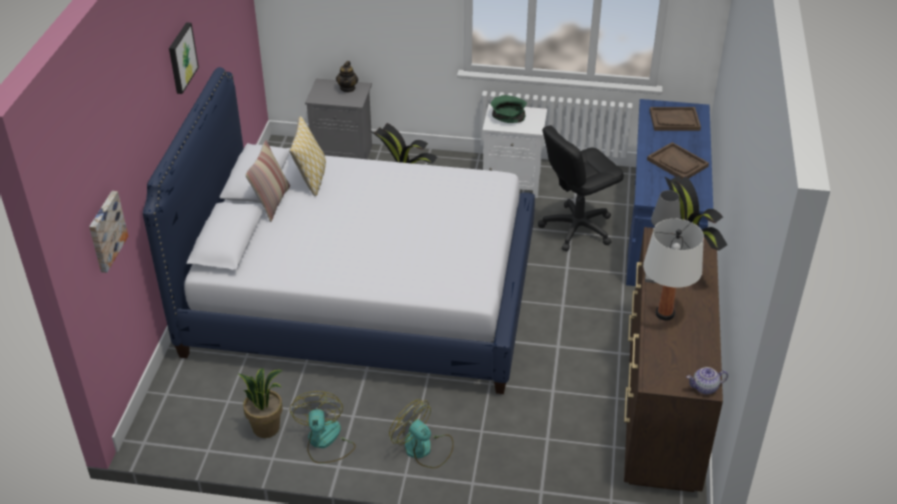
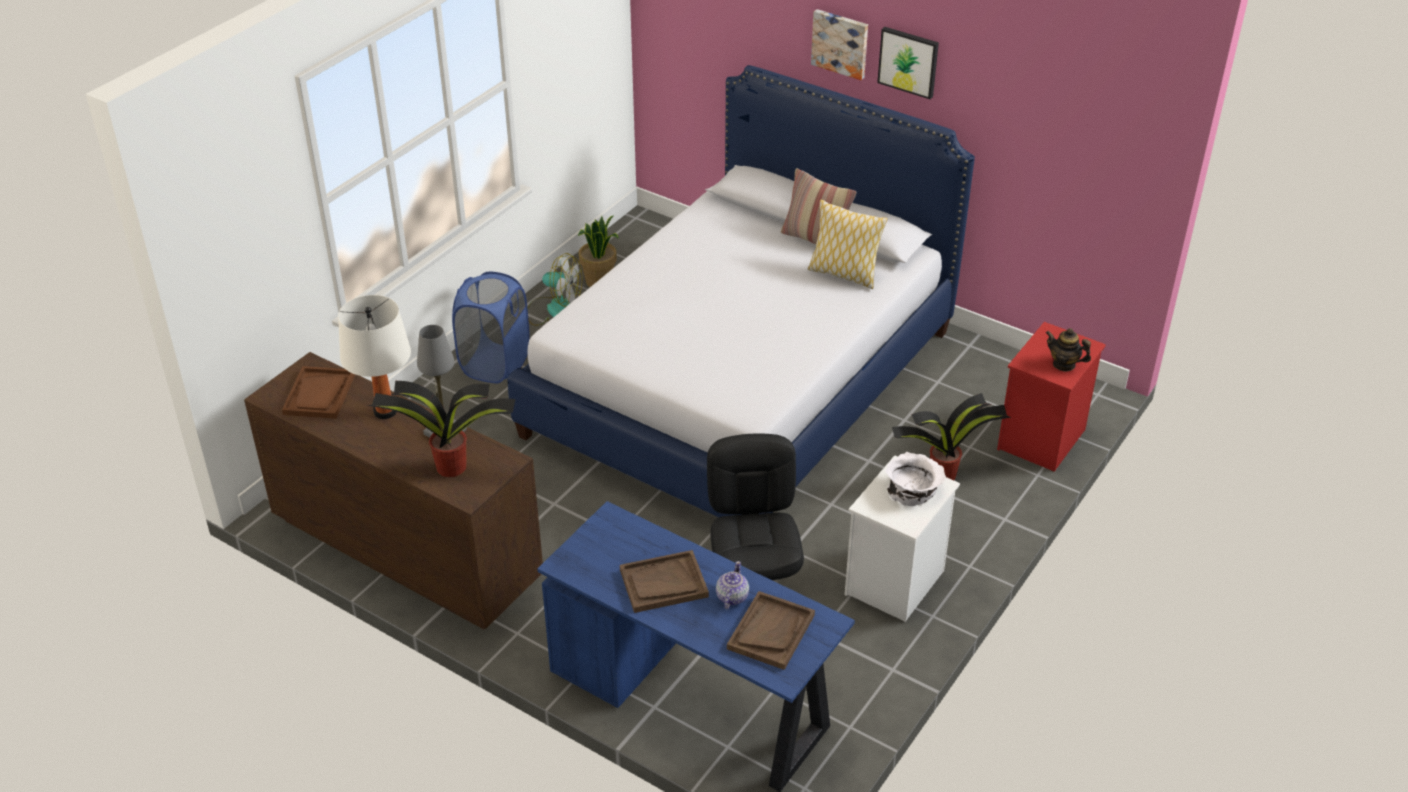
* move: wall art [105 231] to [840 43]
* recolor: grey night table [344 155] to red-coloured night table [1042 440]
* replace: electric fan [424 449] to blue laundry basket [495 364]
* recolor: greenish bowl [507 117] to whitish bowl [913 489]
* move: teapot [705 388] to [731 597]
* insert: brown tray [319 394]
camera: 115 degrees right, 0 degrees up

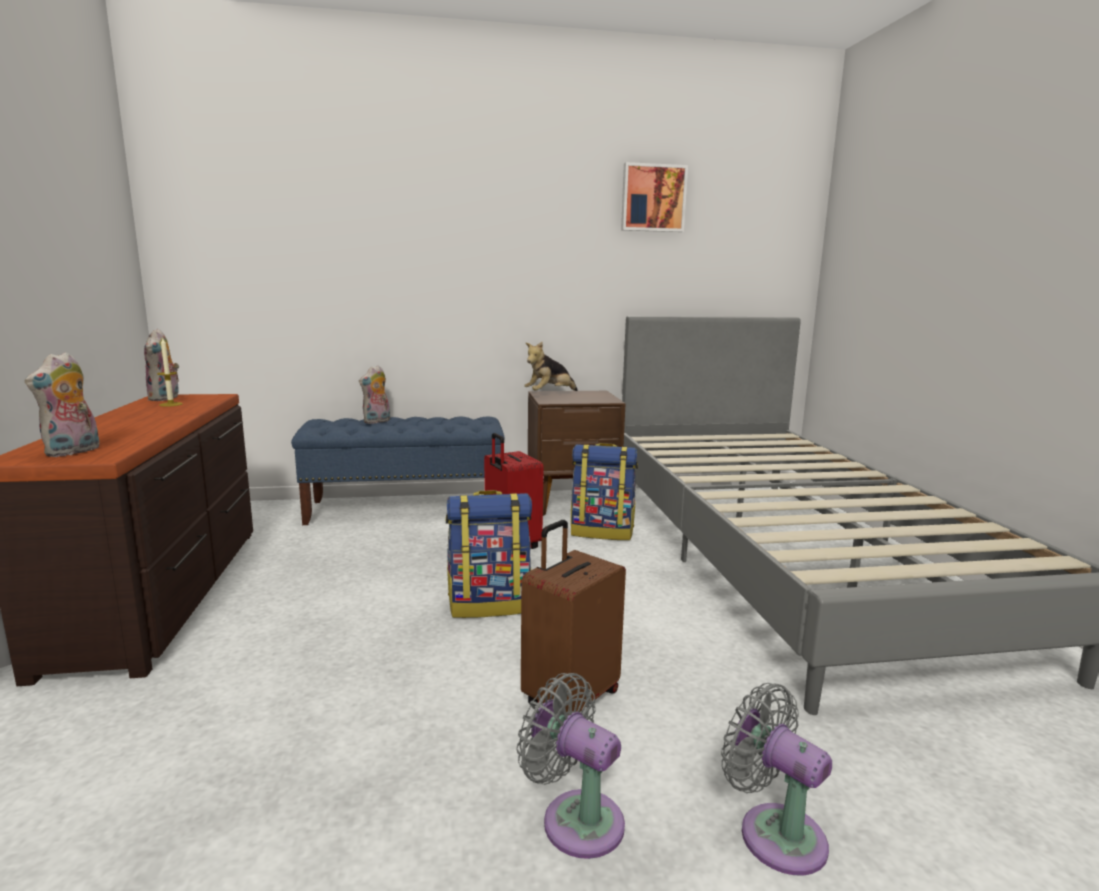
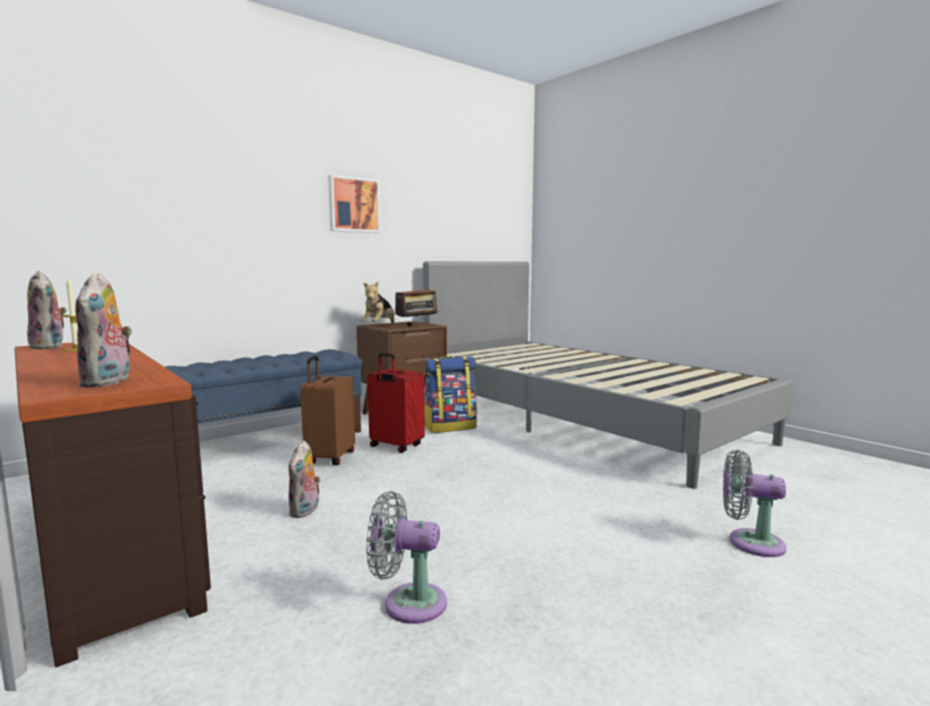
* move: plush toy [377 421] to [305 511]
* delete: rucksack [490 604]
* move: grey electric fan [576 819] to [408 603]
* move: brown piece of luggage [569 698] to [329 458]
* move: wall art [653 198] to [353 205]
* insert: radio [417 326]
camera: 30 degrees left, 5 degrees down

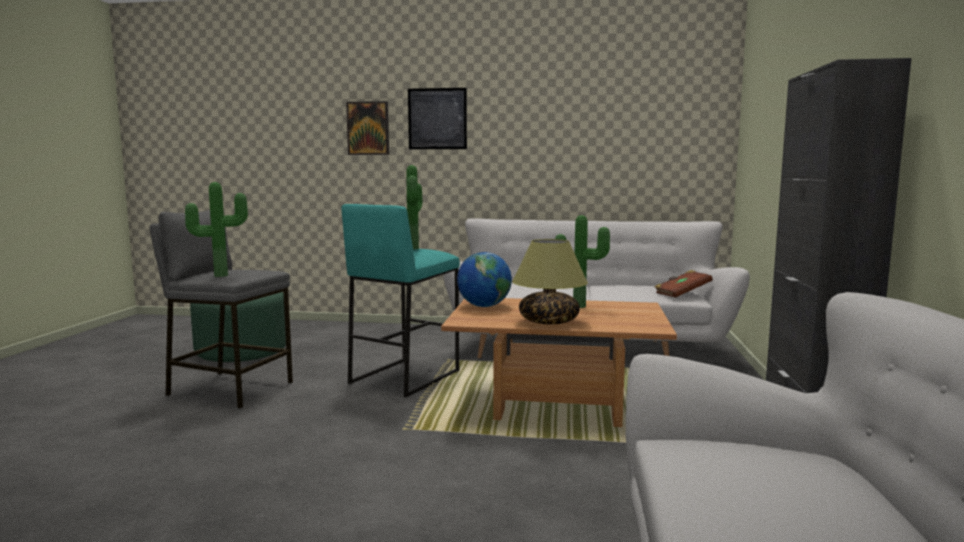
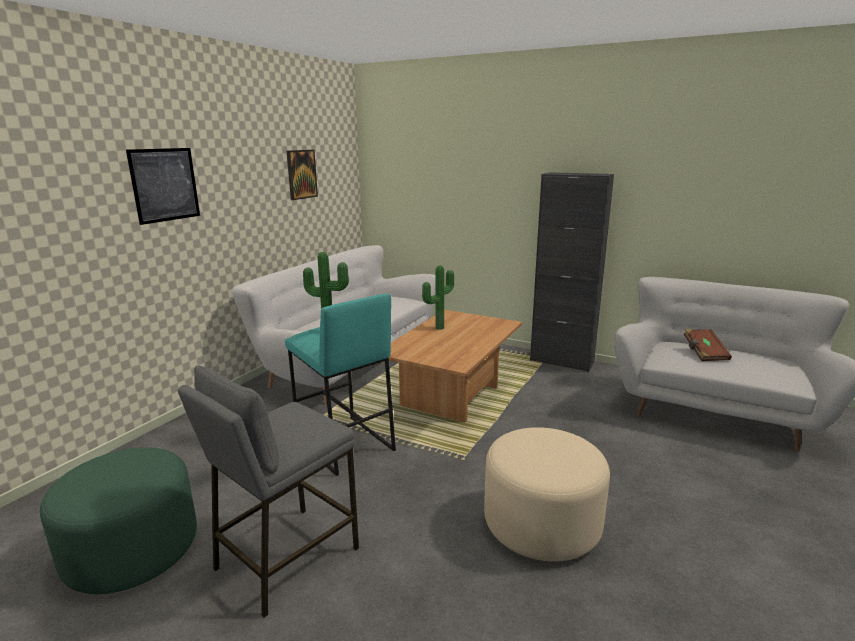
* delete: houseplant [220 275]
* move: wall art [368 128] to [301 174]
* delete: world globe [484 306]
* delete: tabletop lamp [549 321]
* move: brown volume [682 294] to [704 353]
* insert: beige-coloured footrest [542 523]
camera: 70 degrees left, 10 degrees up

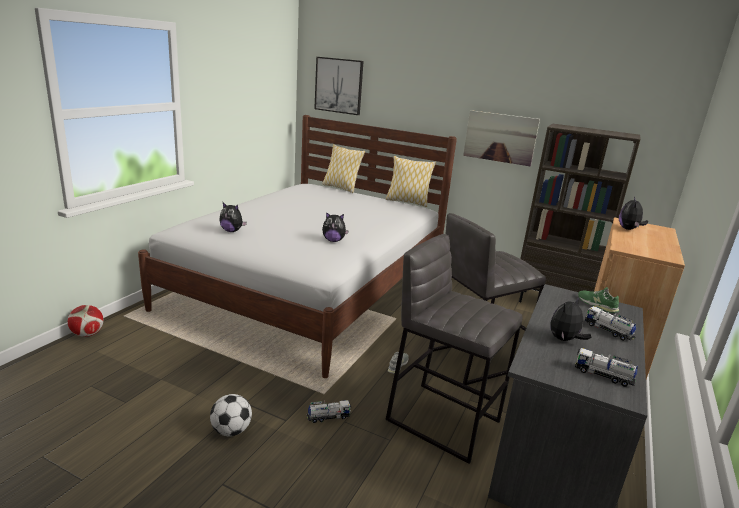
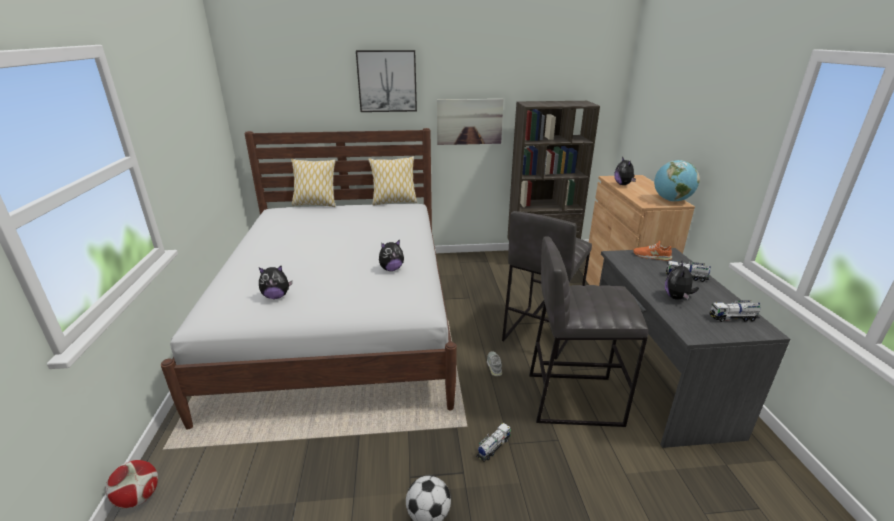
* move: wall art [339 85] to [387 81]
* recolor: greenish item of footwear [597 304] to orange item of footwear [651 256]
* insert: world globe [671 200]
camera: 30 degrees left, 5 degrees up

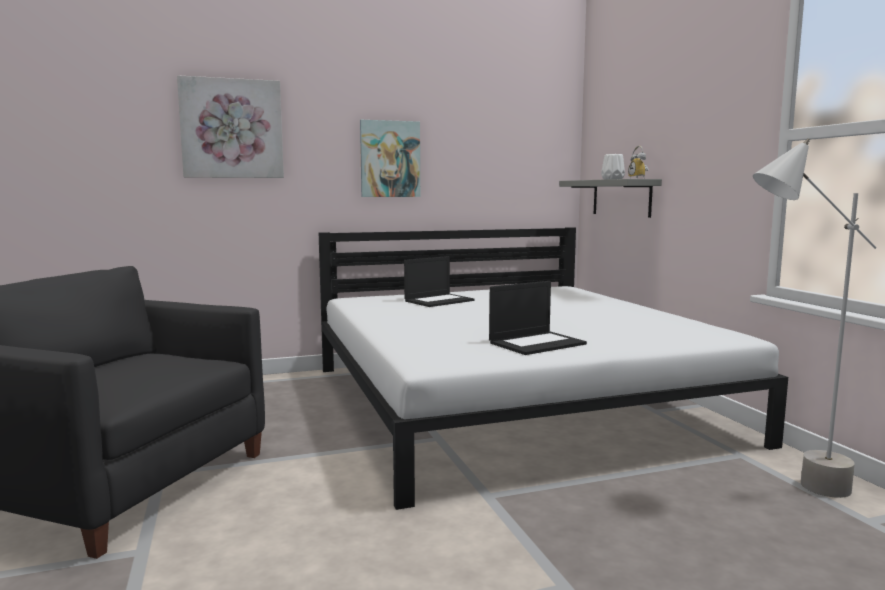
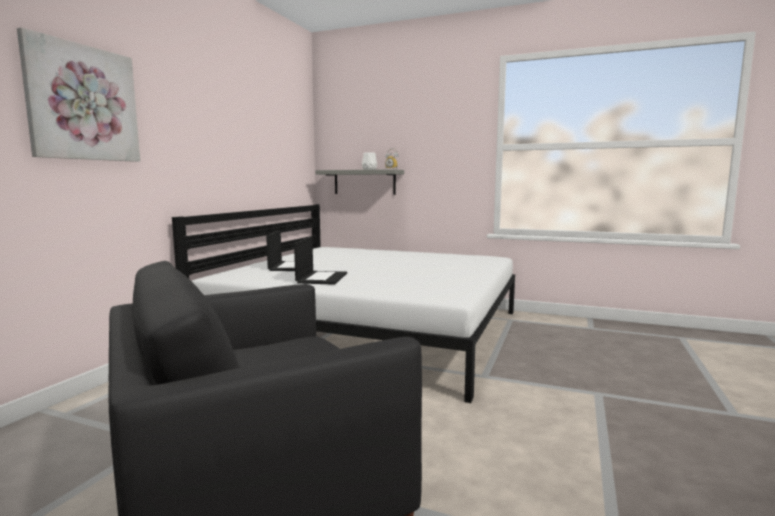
* delete: wall art [390 159]
* move: portable computer [537 343] to [321 278]
* delete: grey standing lamp [791 489]
camera: 50 degrees left, 0 degrees up

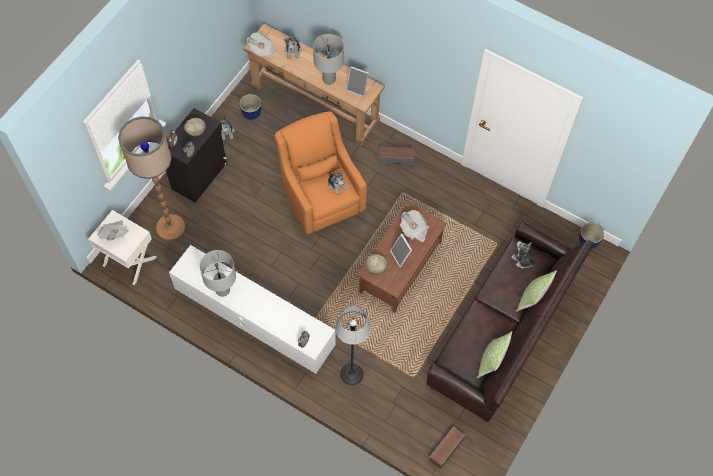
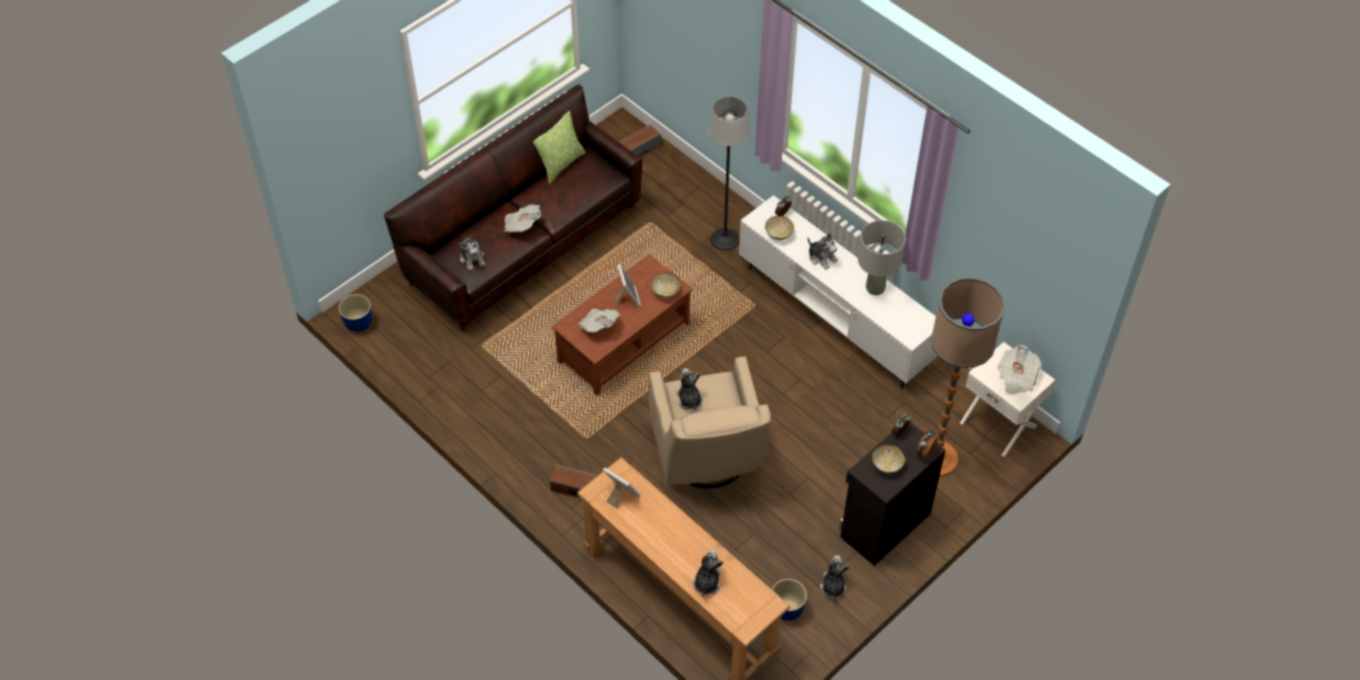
* move: printed paper [263 50] to [522 225]
* recolor: orange lounge chair [321 196] to beige-coloured lounge chair [708 457]
* delete: grey tabletop lamp [329 79]
* delete: throw pillow [532 298]
* insert: bowl [779 234]
* insert: plush toy [822 257]
camera: 165 degrees left, 10 degrees down

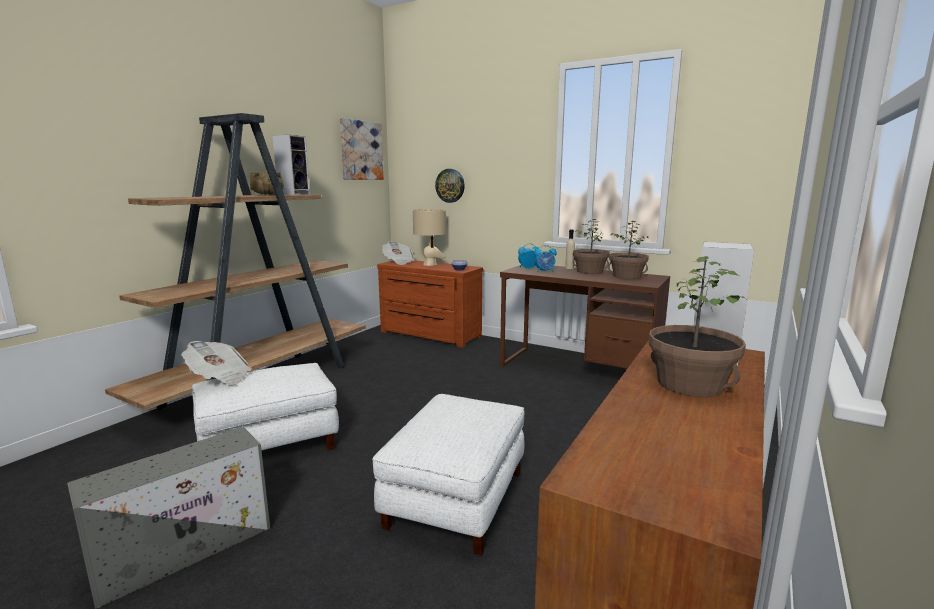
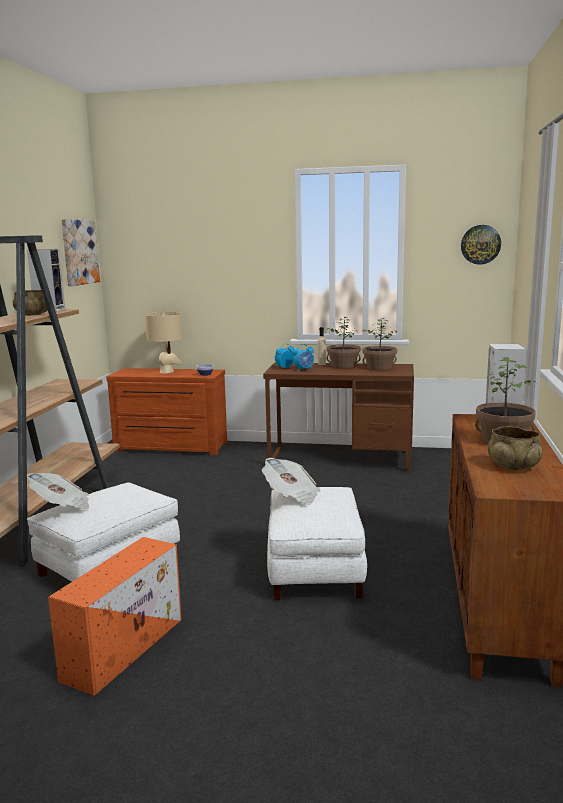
* recolor: grey storage box [187 549] to orange storage box [125 647]
* move: printed paper [398 262] to [291 495]
* move: hanging clock [450 185] to [480 244]
* insert: beige-coloured bowl [513 466]
camera: 20 degrees left, 0 degrees up

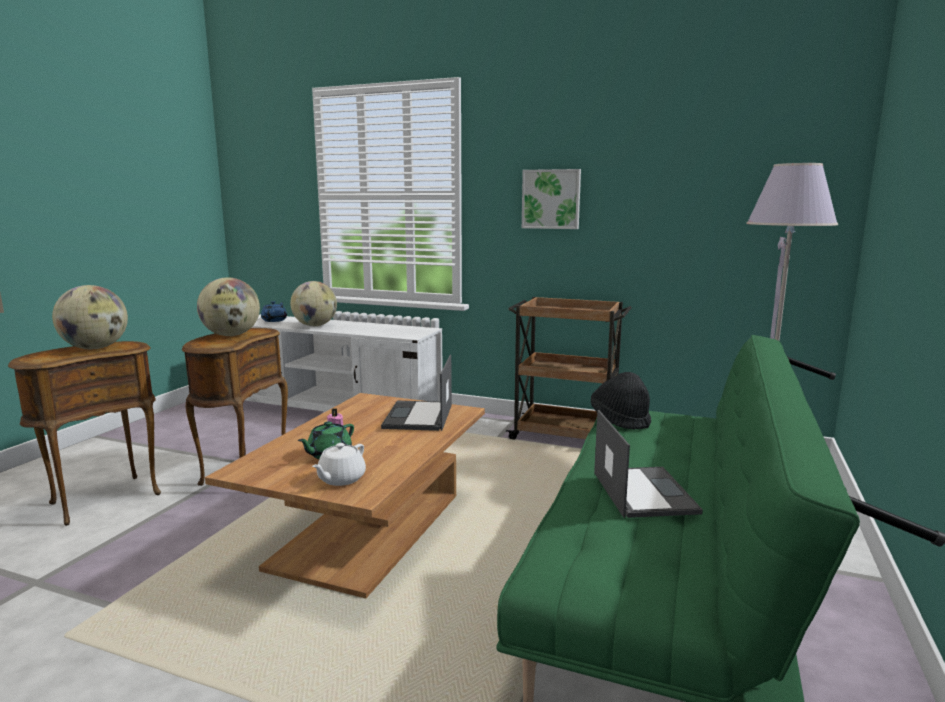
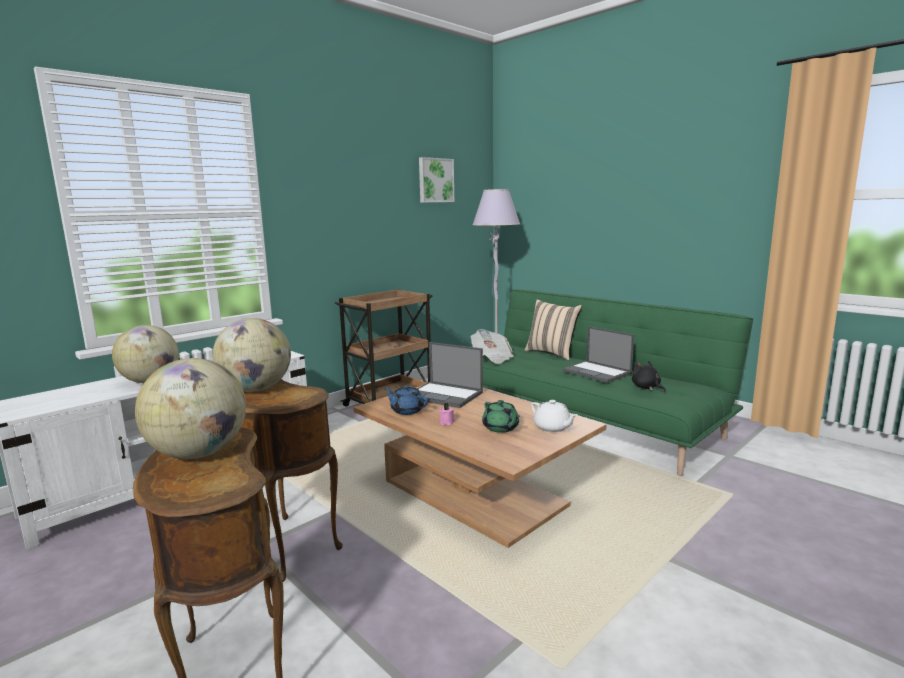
* move: blue teapot [275 320] to [406 410]
* move: wall art [551 199] to [435 180]
* replace: blackish clothing hat [620 420] to printed paper [492 358]
* rotate: portable computer [643 492] = [597 372] 150 degrees counterclockwise
* insert: beige-coloured throw pillow [552 353]
* insert: blackish plush toy [646 388]
camera: 65 degrees left, 0 degrees up

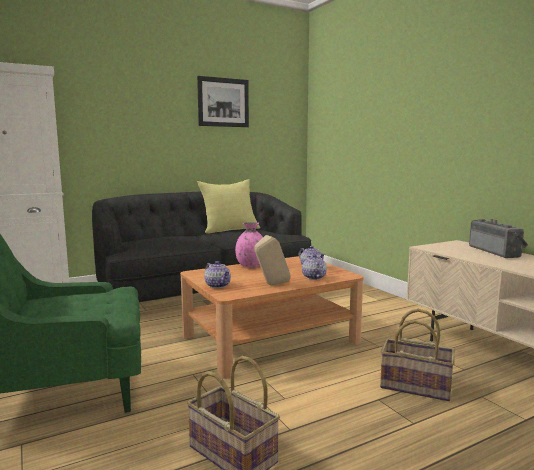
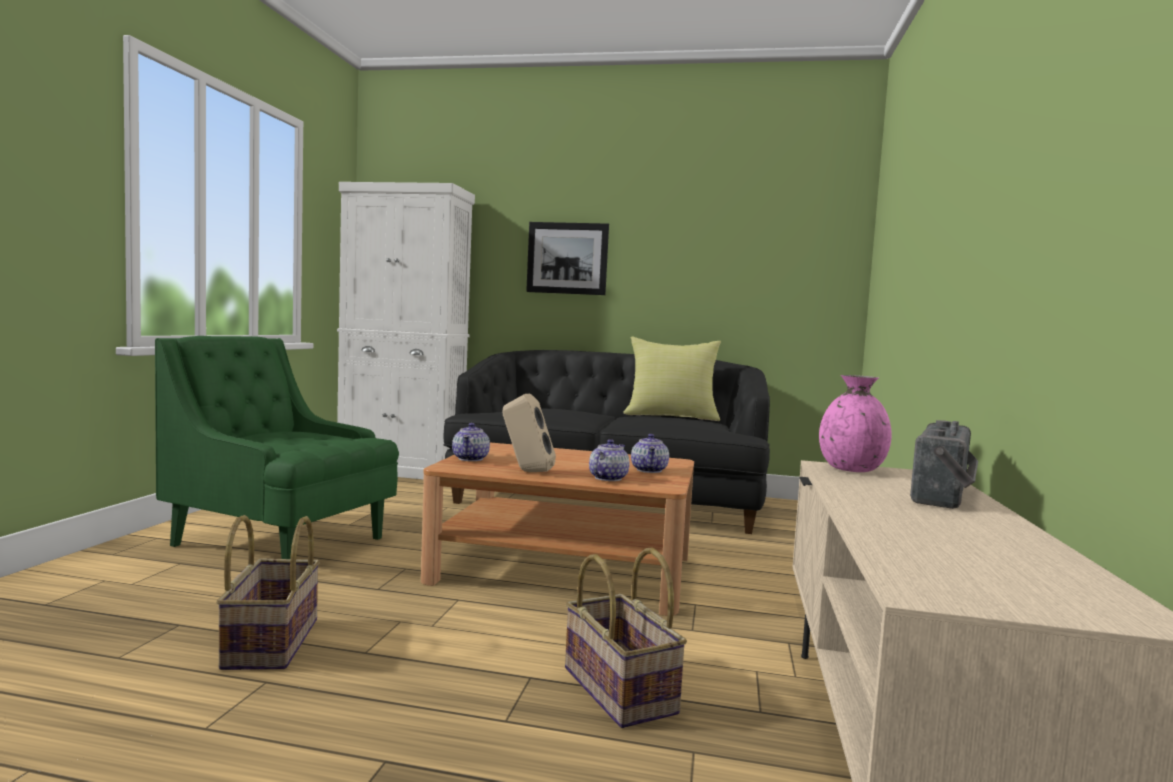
* move: wall art [223 102] to [567 258]
* move: pink flower vase [250 266] to [851 469]
camera: 40 degrees right, 5 degrees down

